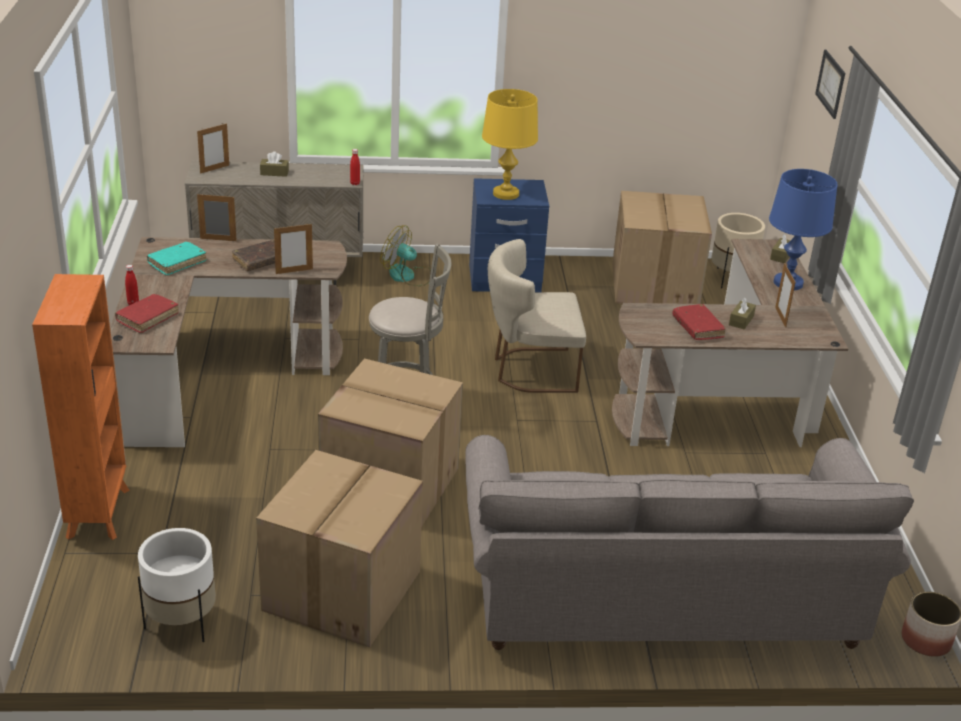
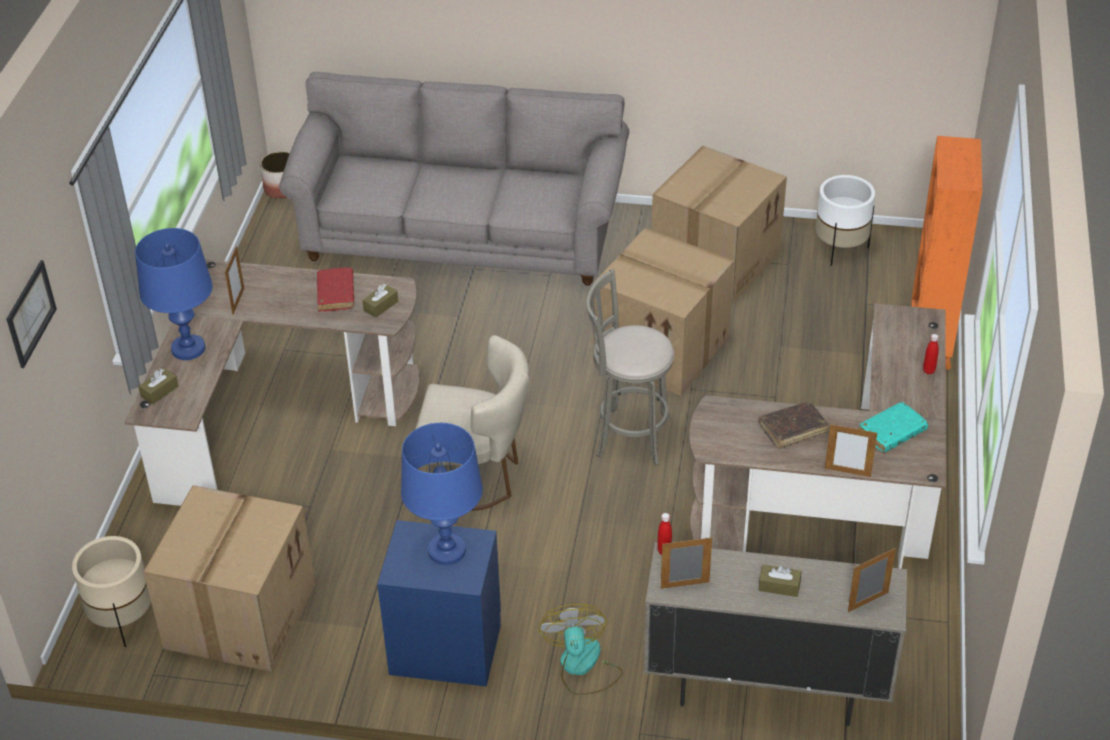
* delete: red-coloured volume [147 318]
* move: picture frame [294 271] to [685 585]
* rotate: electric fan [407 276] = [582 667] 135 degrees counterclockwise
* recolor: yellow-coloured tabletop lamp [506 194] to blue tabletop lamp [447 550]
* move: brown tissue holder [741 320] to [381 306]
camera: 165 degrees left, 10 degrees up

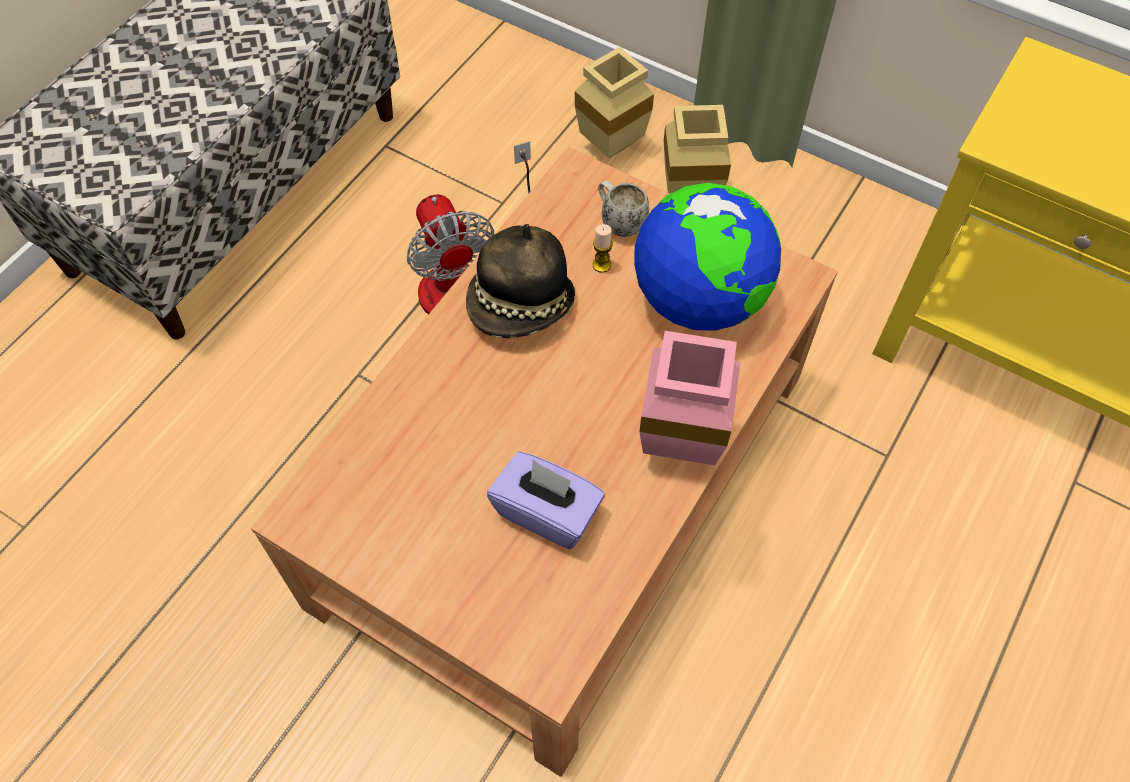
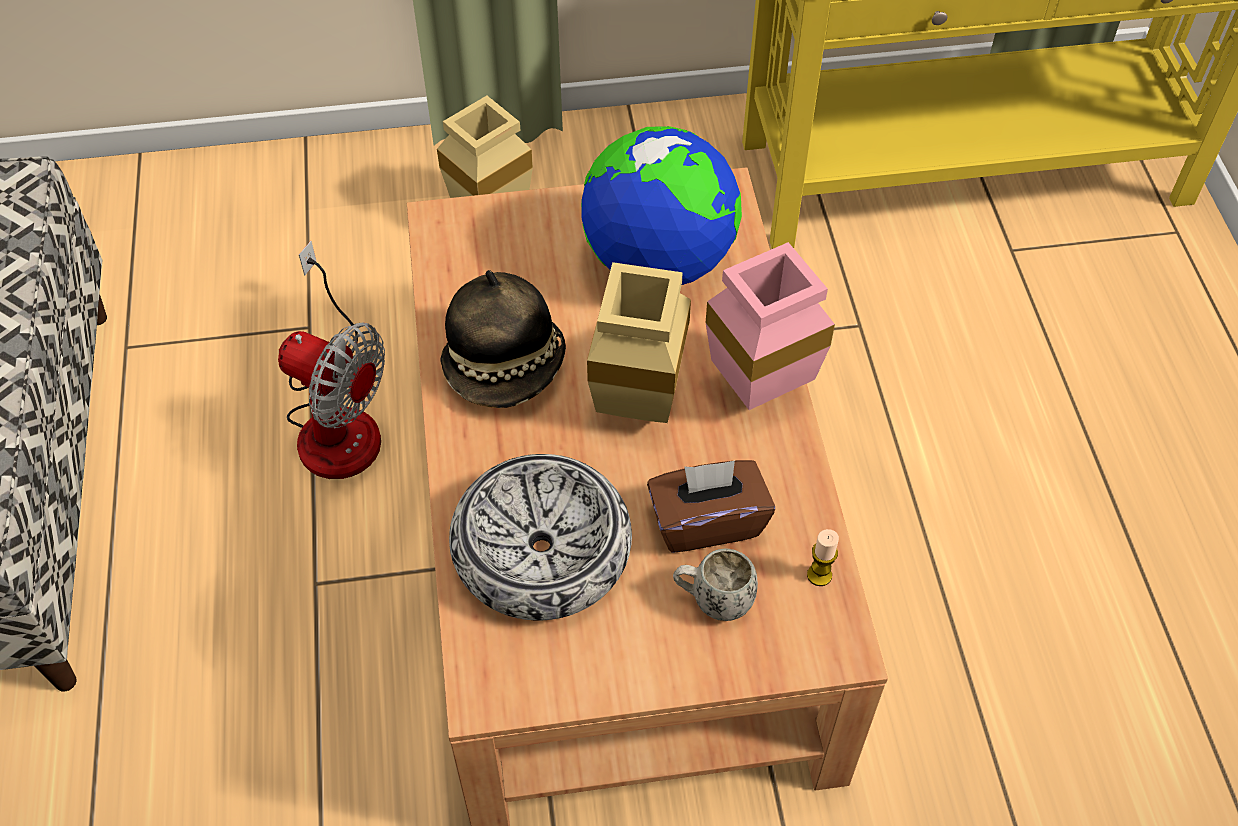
* recolor: purple-coloured tissue holder [547 512] to brown tissue holder [707 521]
* move: beige-coloured flower vase [612 144] to [635 400]
* move: wax candle [601 265] to [819 575]
* move: whitish tea mug [618 221] to [713 600]
* insert: bowl [542 550]
camera: 40 degrees left, 5 degrees down

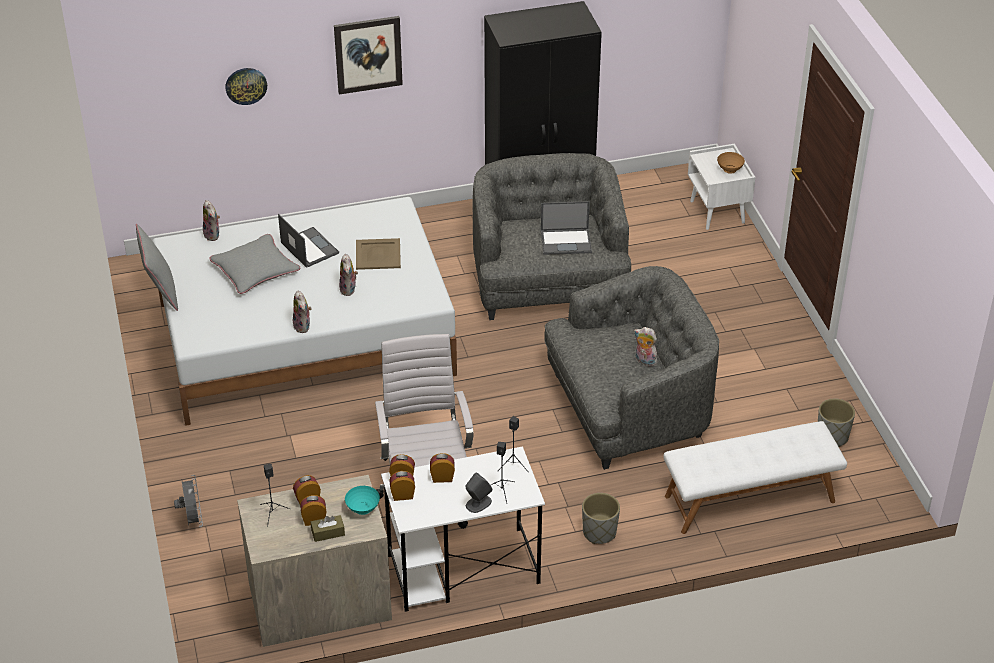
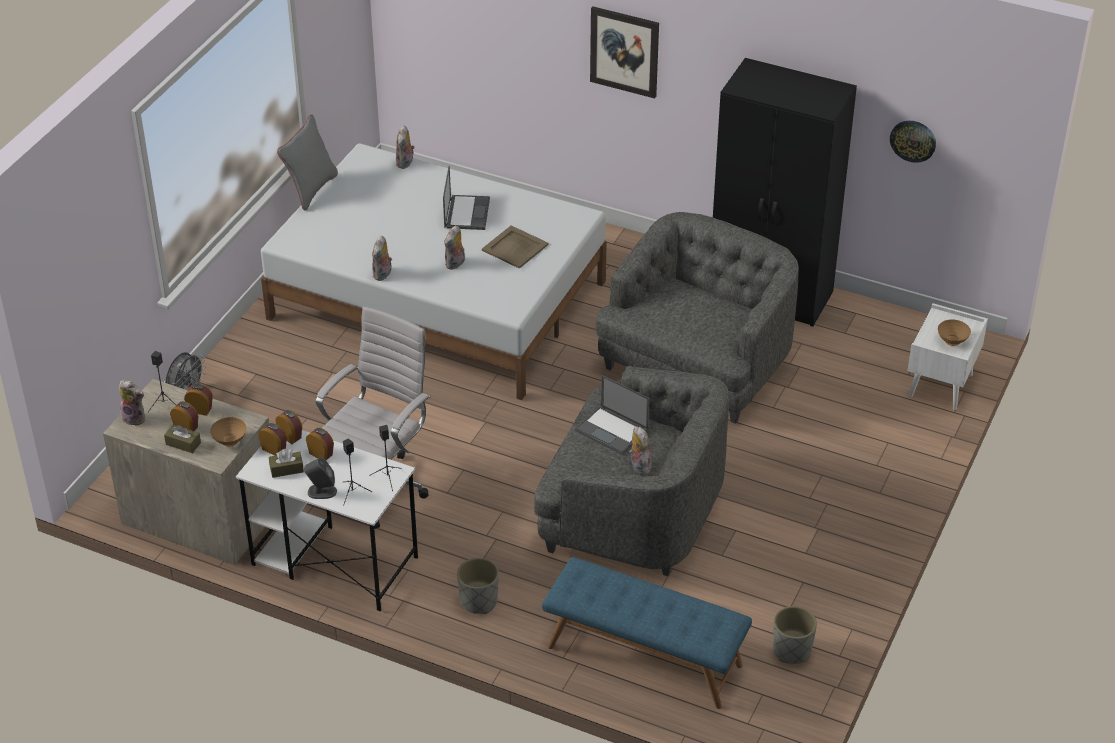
* delete: grey throw pillow [255 270]
* move: hanging clock [246 85] to [913 140]
* recolor: turquoise bowl [363 510] to brown bowl [230 442]
* move: portable computer [566 241] to [612 430]
* recolor: whitish indoor bench [750 499] to blue indoor bench [644 657]
* insert: plush toy [135 418]
* insert: brown tissue holder [286 469]
camera: 40 degrees right, 0 degrees up

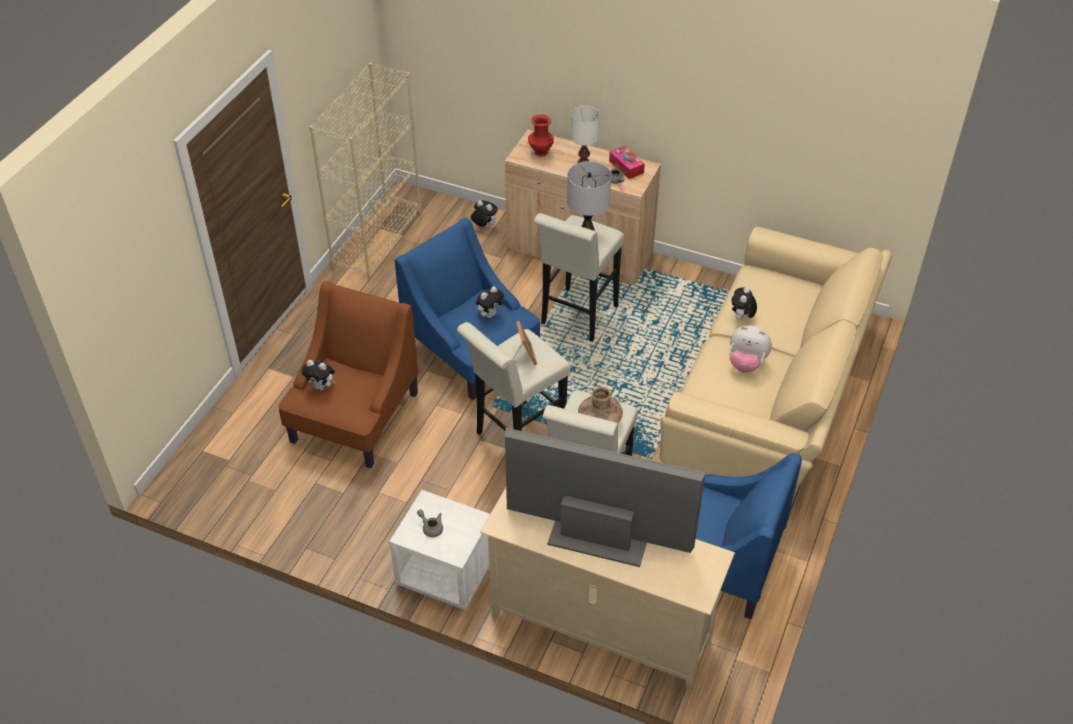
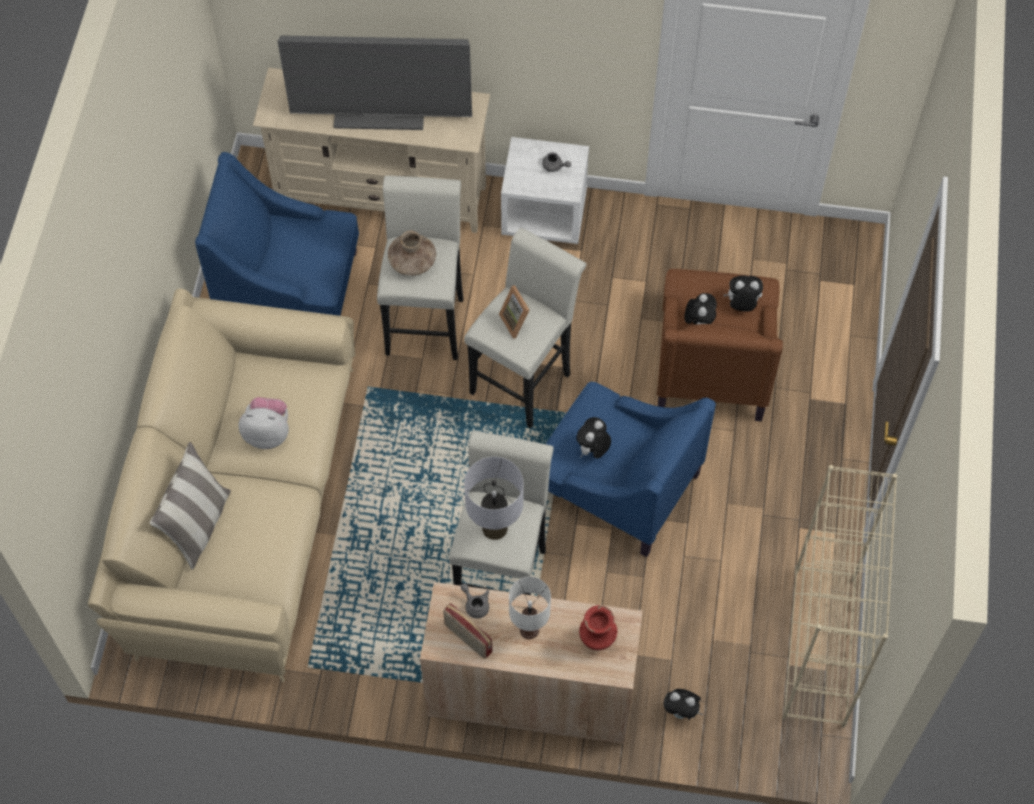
* replace: tissue holder [626 167] to radio [467 639]
* move: plush toy [741 318] to [698 323]
* insert: throw pillow [198 525]
camera: 165 degrees right, 15 degrees up

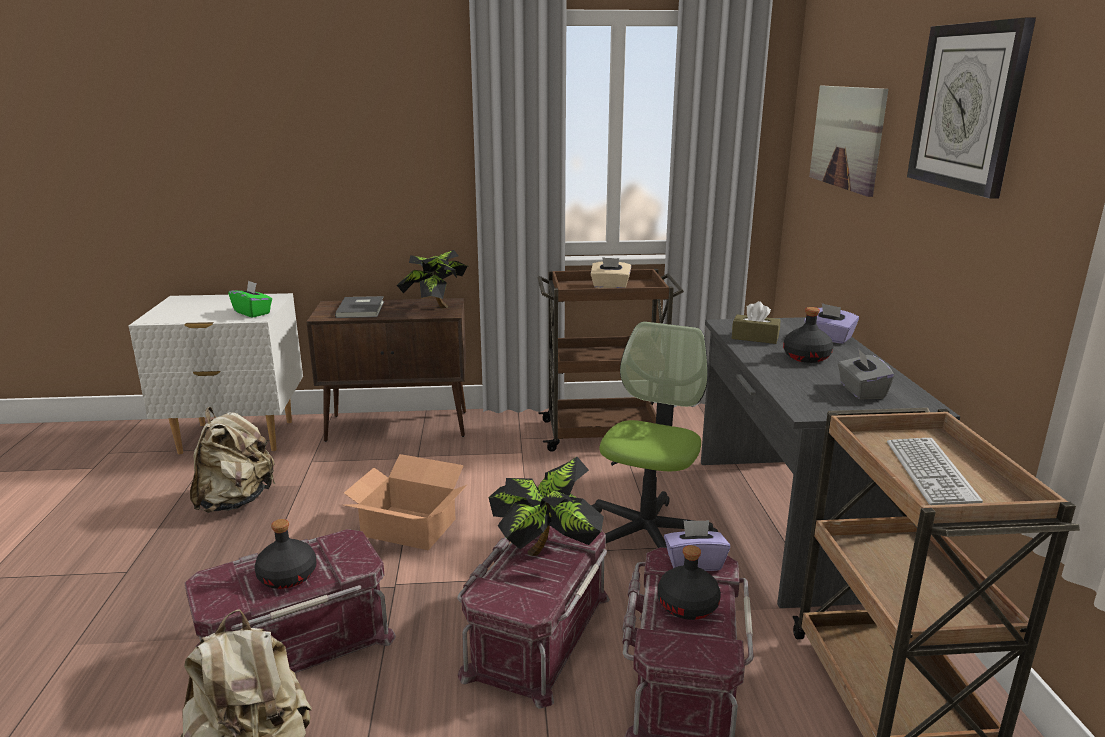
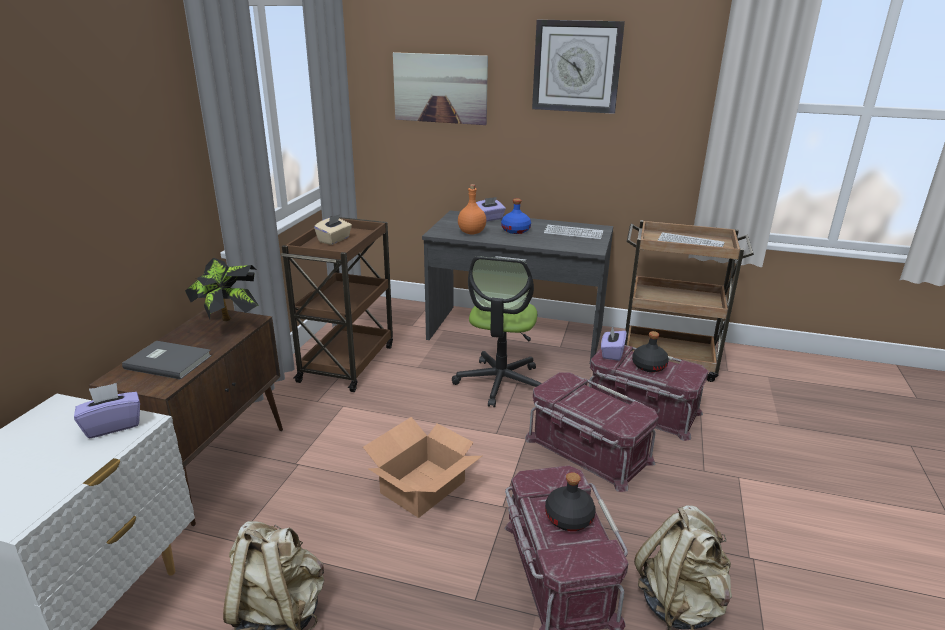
* recolor: greenish tissue holder [253 313] to purple-coloured tissue holder [113 425]
* delete: houseplant [547 553]
* rotate: desk chair [647 534] = [500 382] 120 degrees counterclockwise
* replace: brown tissue holder [755 338] to orange beverage bottle [472 233]
* recolor: blackish beverage bottle [807 357] to blue beverage bottle [516 230]
* replace: grey tissue holder [861 391] to computer keyboard [573 233]
camera: 70 degrees left, 5 degrees up

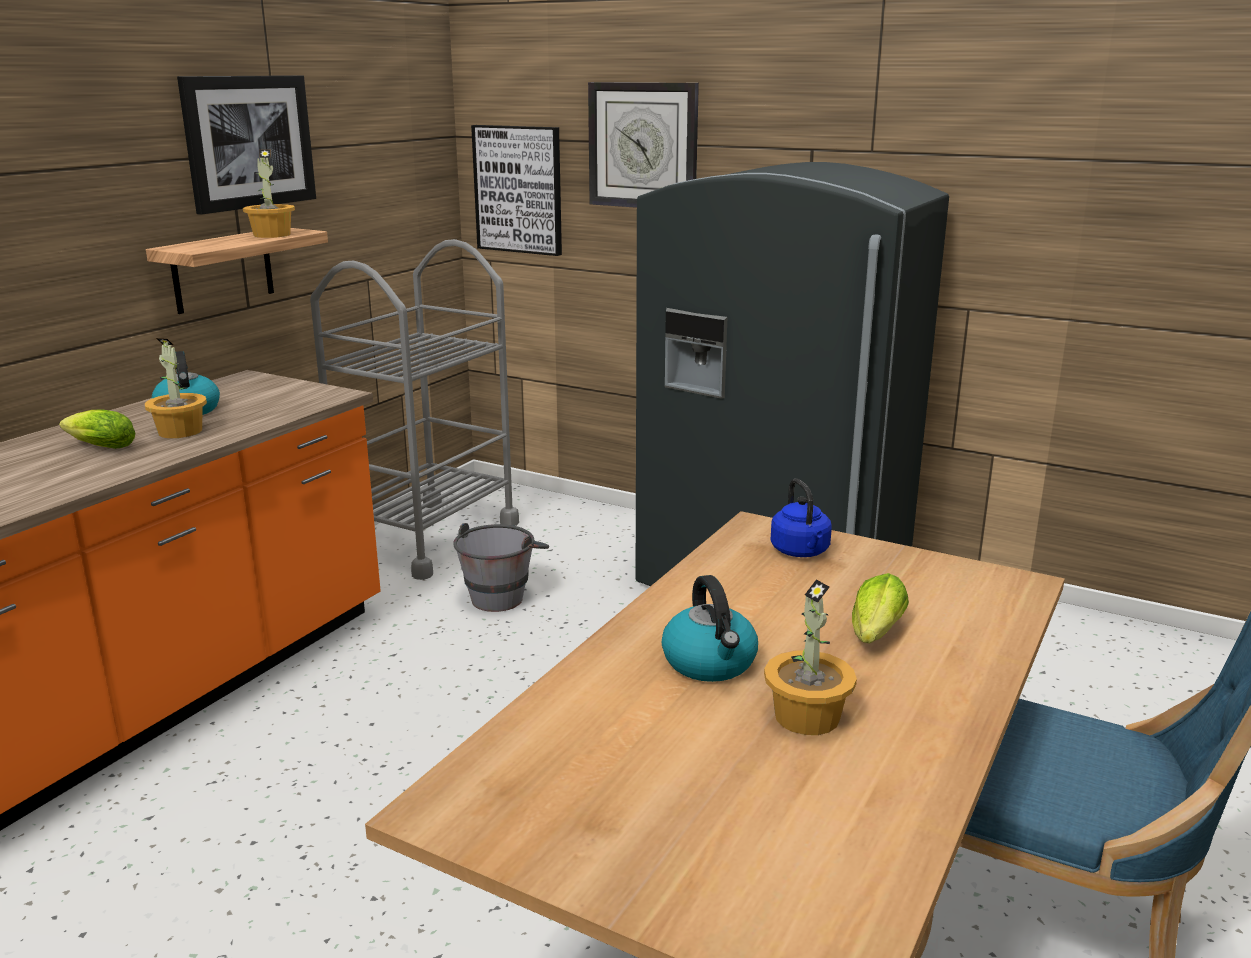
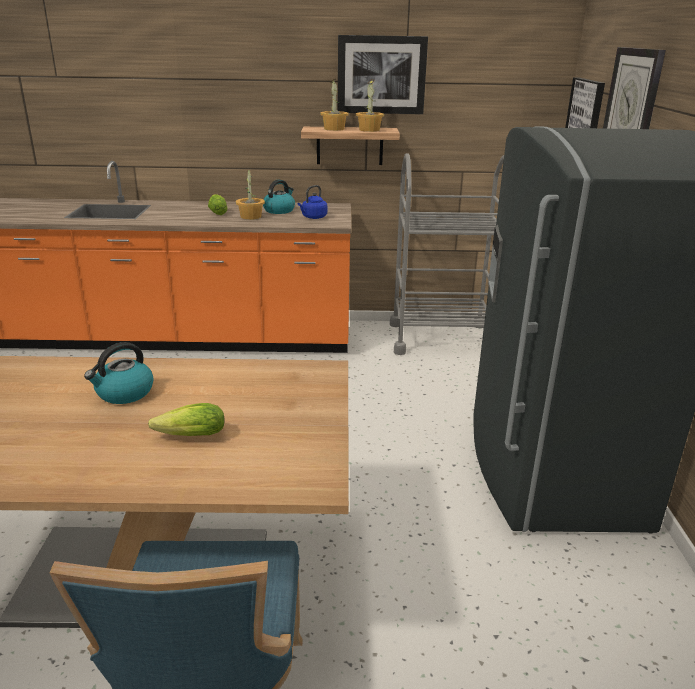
* delete: grey pail [502 594]
* move: houseplant [808 716] to [334 129]
* move: blue tea kettle [801 552] to [313 217]
camera: 60 degrees right, 5 degrees up

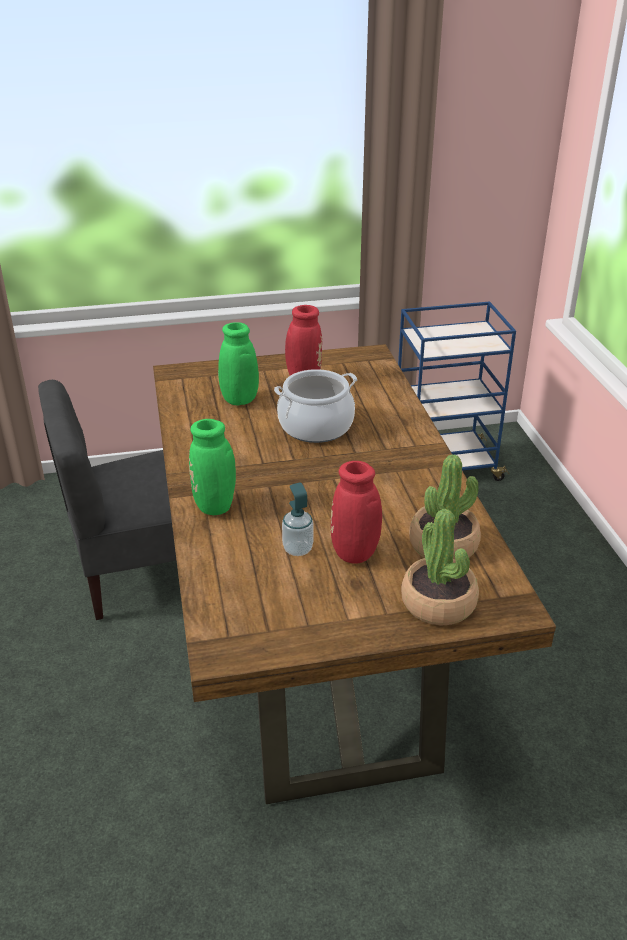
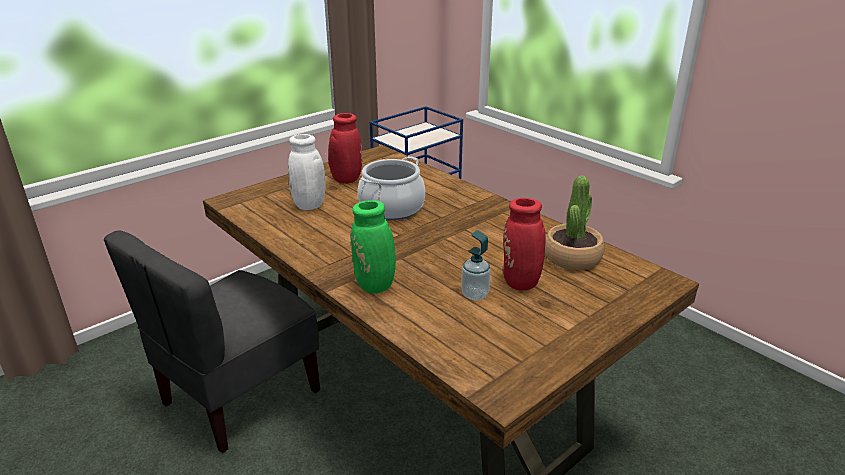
* recolor: greenish flower vase [238 402] to whitish flower vase [309 207]
* delete: houseplant [438 603]
camera: 30 degrees left, 5 degrees down

